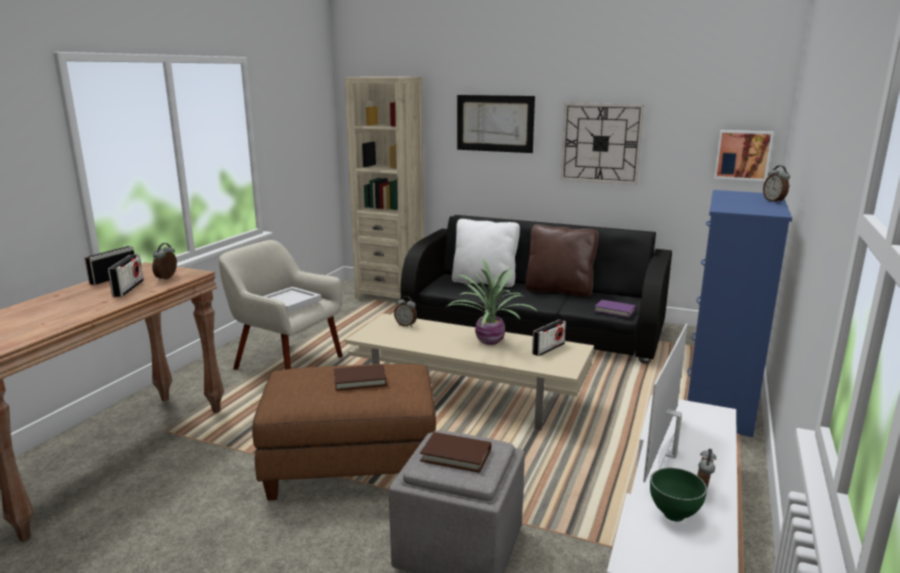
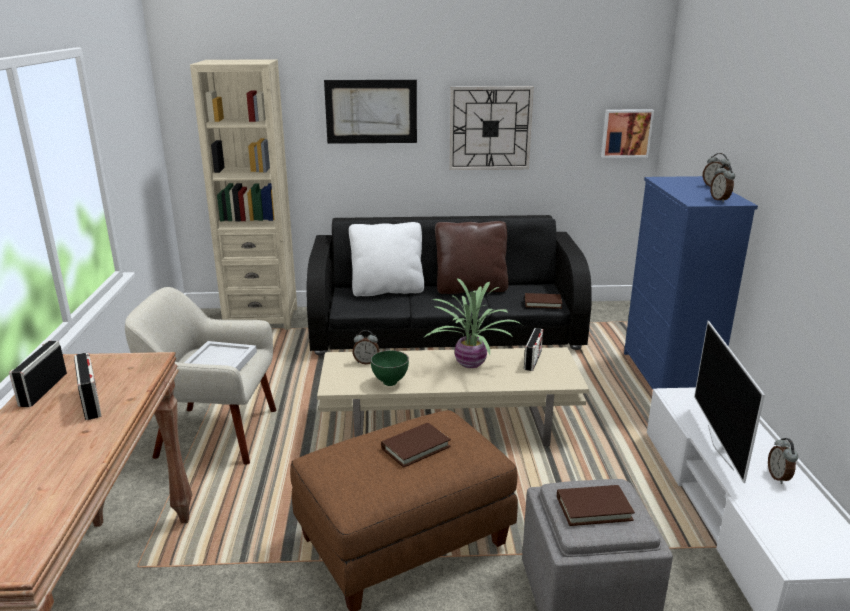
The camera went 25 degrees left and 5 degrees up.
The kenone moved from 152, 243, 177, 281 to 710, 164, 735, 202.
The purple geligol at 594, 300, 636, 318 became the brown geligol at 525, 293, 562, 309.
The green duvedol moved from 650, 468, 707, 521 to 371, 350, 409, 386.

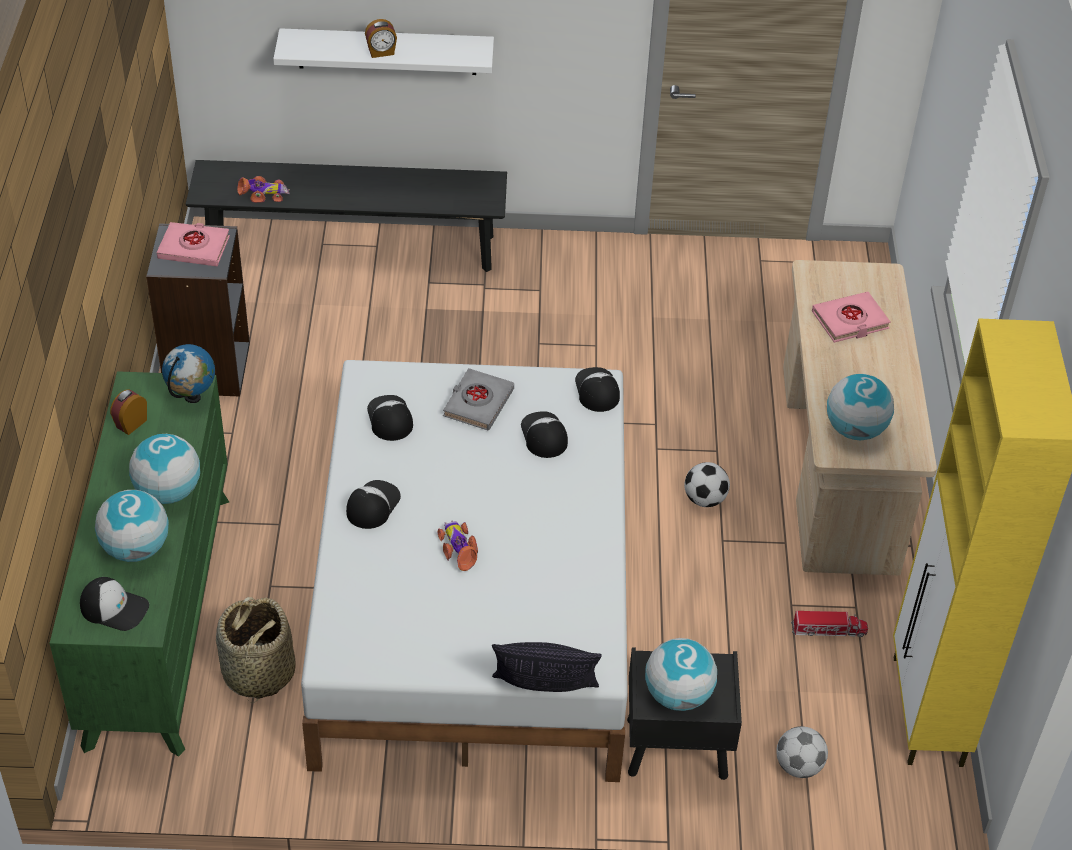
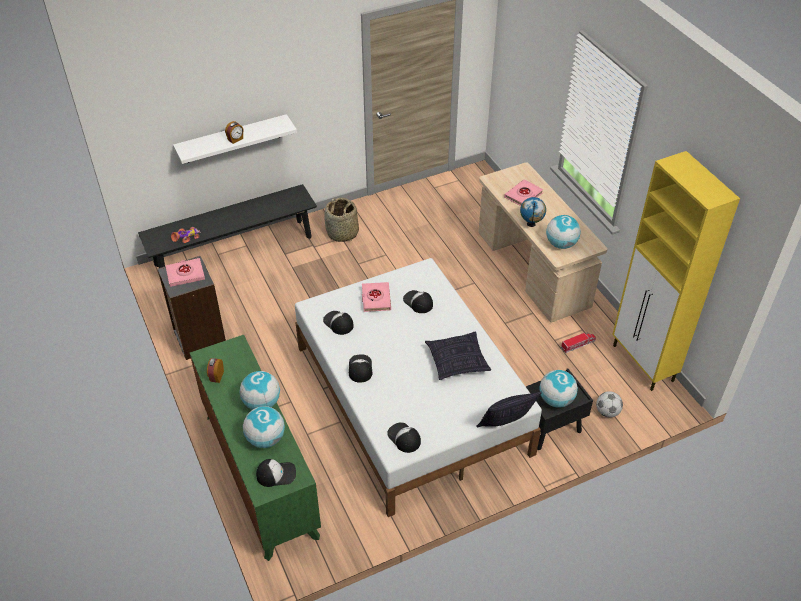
The camera went 25 degrees left and 0 degrees up.
The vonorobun moved from 162, 344, 215, 403 to 520, 197, 546, 227.
The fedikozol moved from 575, 367, 620, 412 to 387, 422, 421, 453.
The grey geligol at 443, 368, 514, 431 became the pink geligol at 362, 282, 391, 312.
The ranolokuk at 684, 462, 730, 507 disappeared.
The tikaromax at 438, 521, 478, 571 disappeared.
The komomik moved from 216, 597, 296, 703 to 324, 197, 359, 242.
The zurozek at 425, 331, 491, 380 appeared.

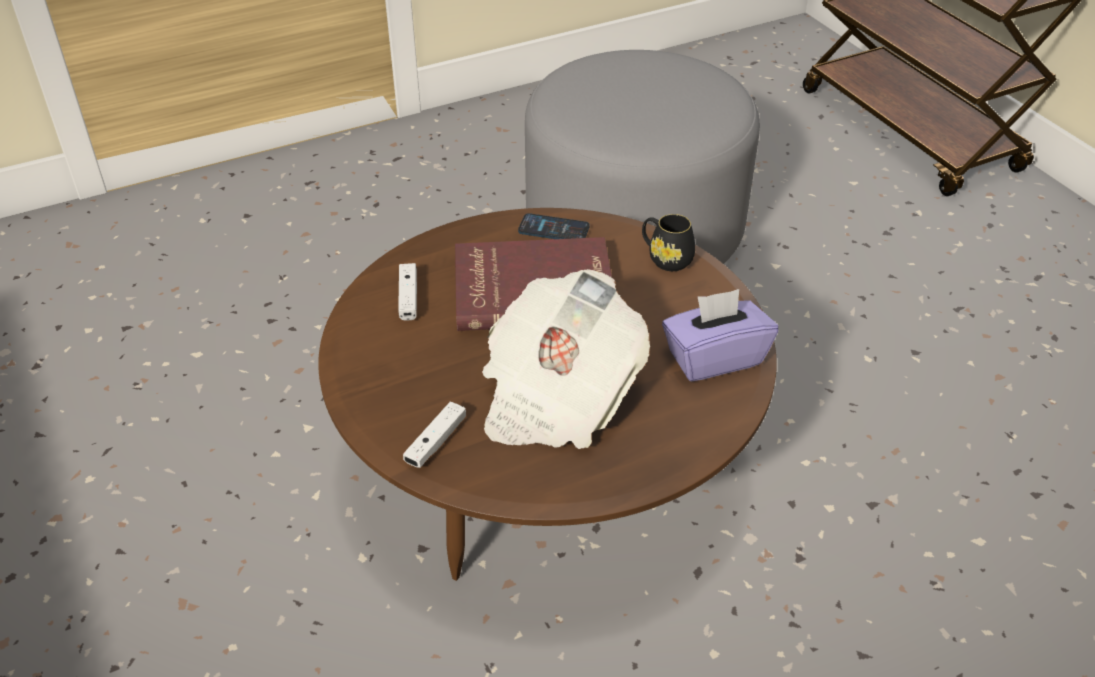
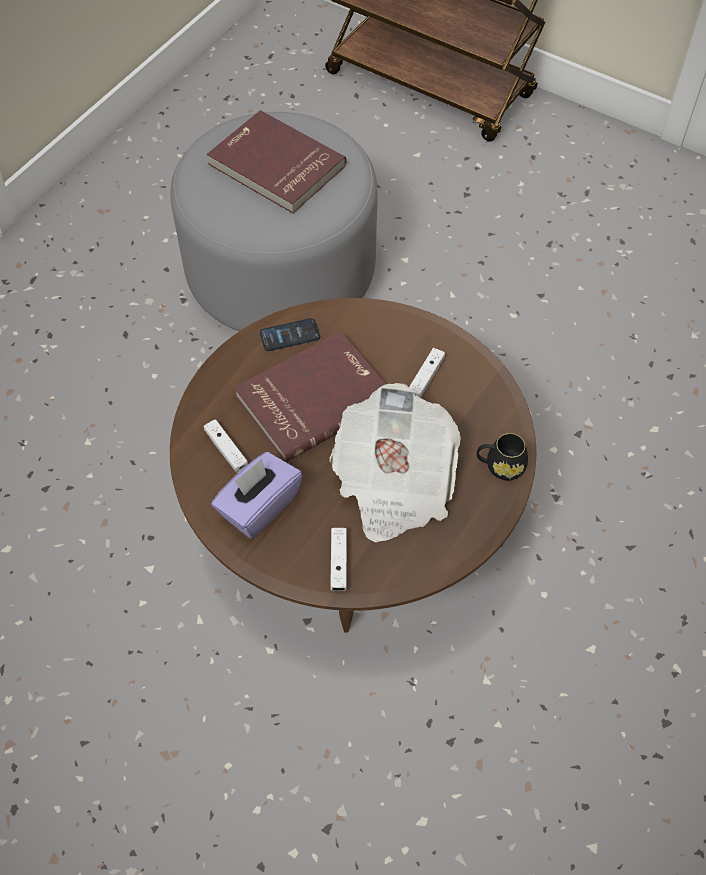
The camera went 30 degrees left and 15 degrees up.
The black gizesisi moved from 642, 214, 695, 271 to 477, 433, 528, 480.
The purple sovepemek moved from 662, 289, 778, 381 to 211, 452, 303, 539.
The red geligol at 207, 110, 347, 213 appeared.
The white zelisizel at 409, 348, 445, 398 appeared.

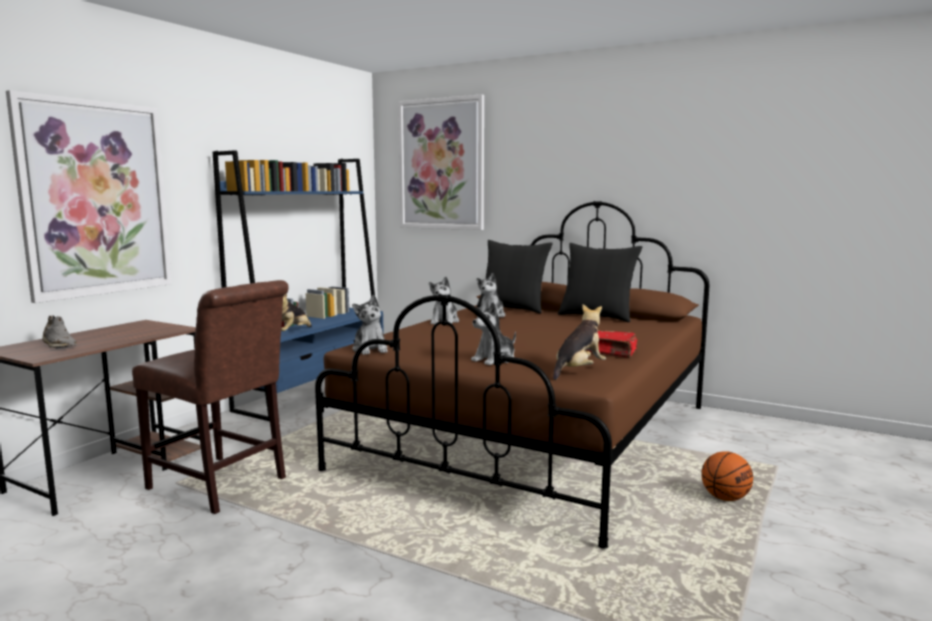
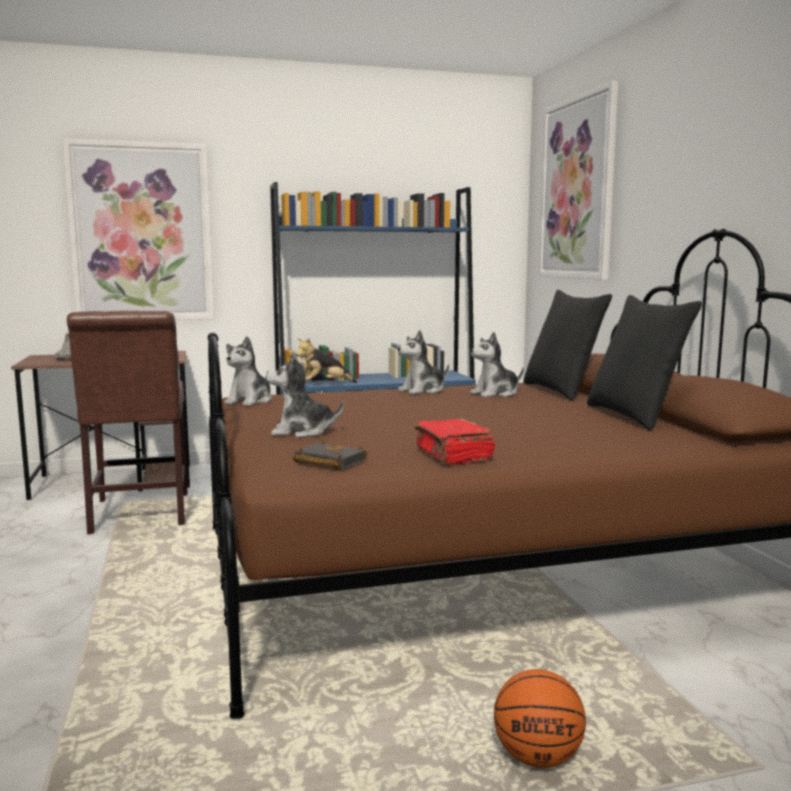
The camera went 45 degrees right and 0 degrees up.
The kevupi at 553, 304, 606, 380 was replaced by the black geligol at 292, 440, 367, 470.

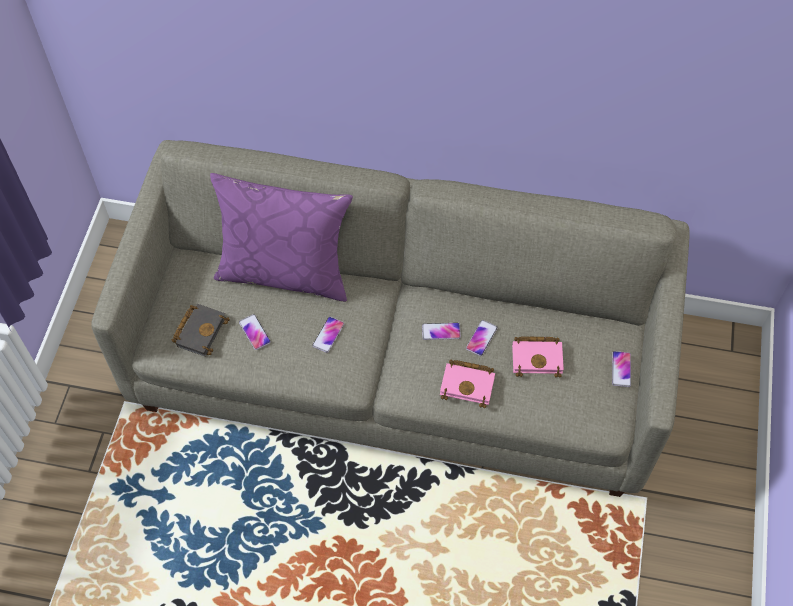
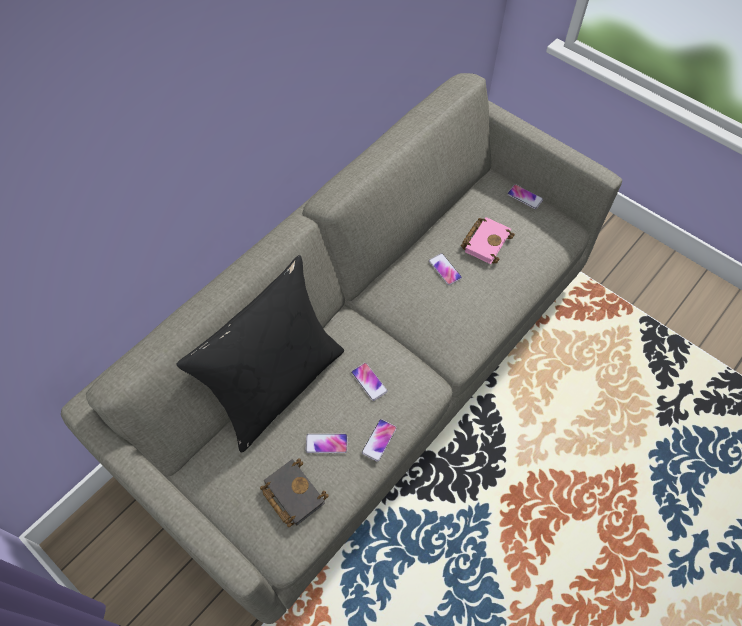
The camera went 60 degrees left and 0 degrees up.
The purple zurozek at 210, 173, 353, 302 became the black zurozek at 177, 255, 344, 453.
The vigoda moved from 422, 323, 461, 340 to 362, 419, 397, 462.
The pink geligol at 440, 360, 495, 408 disappeared.

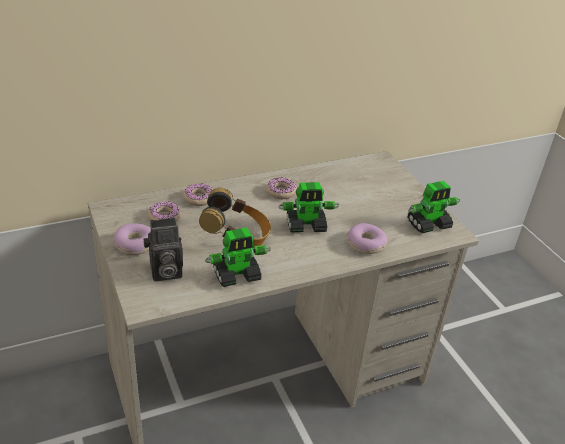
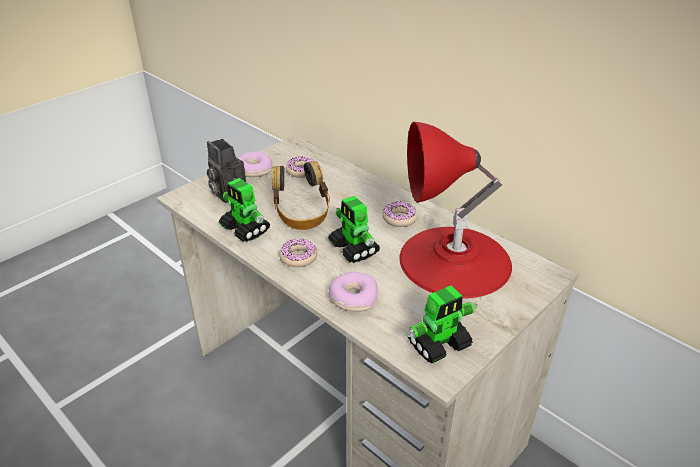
The camera went 70 degrees right and 0 degrees up.
The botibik at 407, 181, 460, 233 turned 75 degrees counterclockwise.
The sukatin moved from 183, 183, 212, 206 to 279, 238, 317, 267.
The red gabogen at 399, 122, 512, 298 appeared.

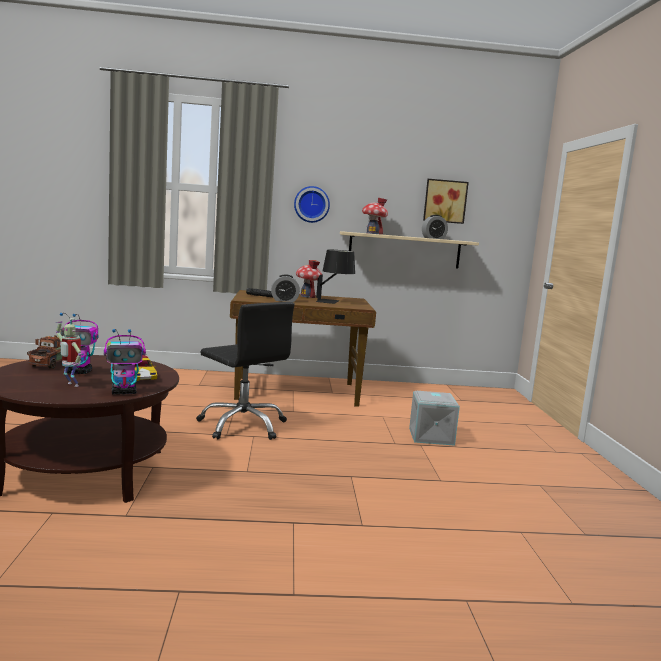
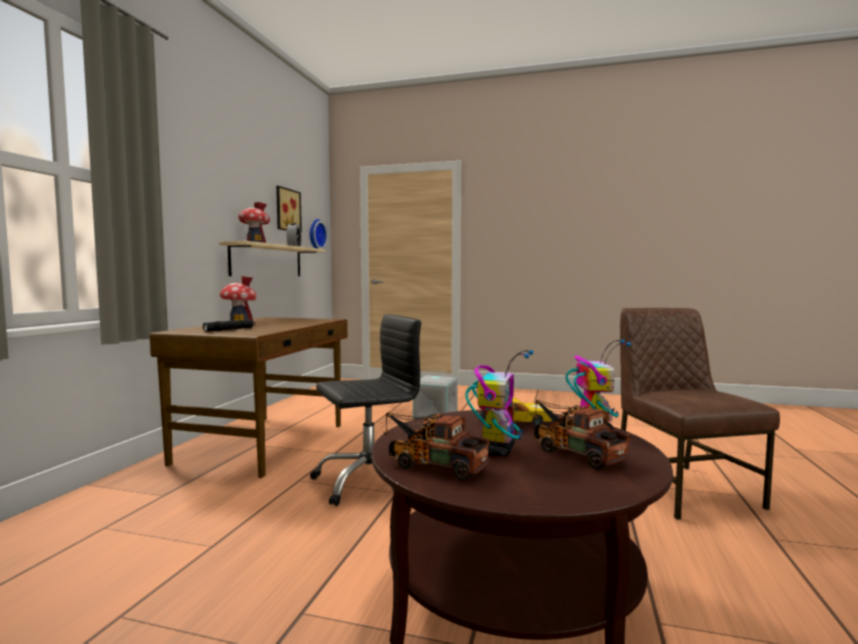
The camera went 70 degrees left and 5 degrees down.
The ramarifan moved from 294, 186, 330, 223 to 309, 219, 328, 249.
The black gabogen at 316, 249, 355, 304 disappeared.
The kenone at 271, 274, 300, 302 disappeared.
The botibik at 55, 318, 82, 387 was replaced by the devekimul at 533, 400, 631, 469.
The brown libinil at 620, 308, 780, 520 appeared.

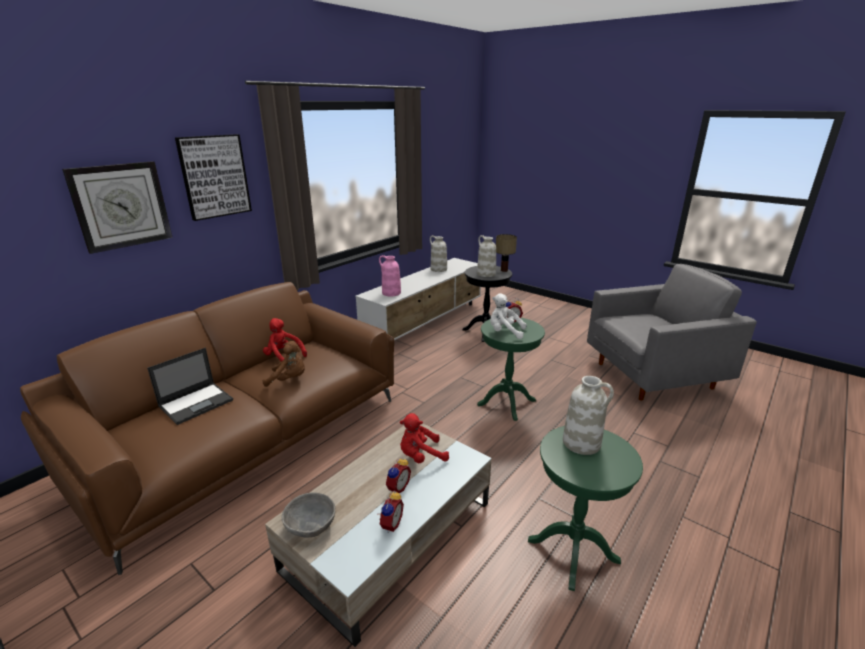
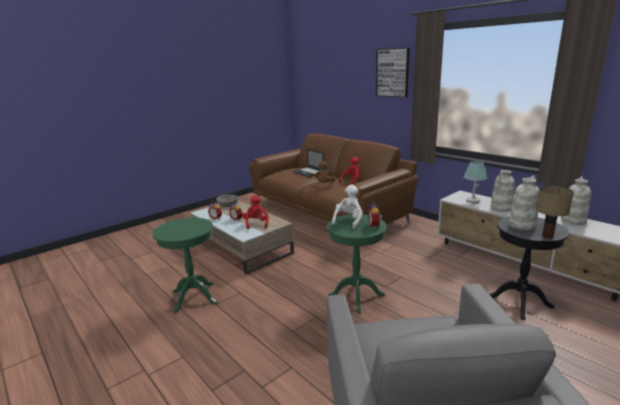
The camera went 100 degrees right and 5 degrees down.
The ramarifan at 62, 161, 173, 254 disappeared.
The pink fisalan at 379, 255, 401, 296 was replaced by the gabogen at 464, 161, 487, 203.
The white fisalan moved from 563, 376, 614, 455 to 491, 170, 515, 212.

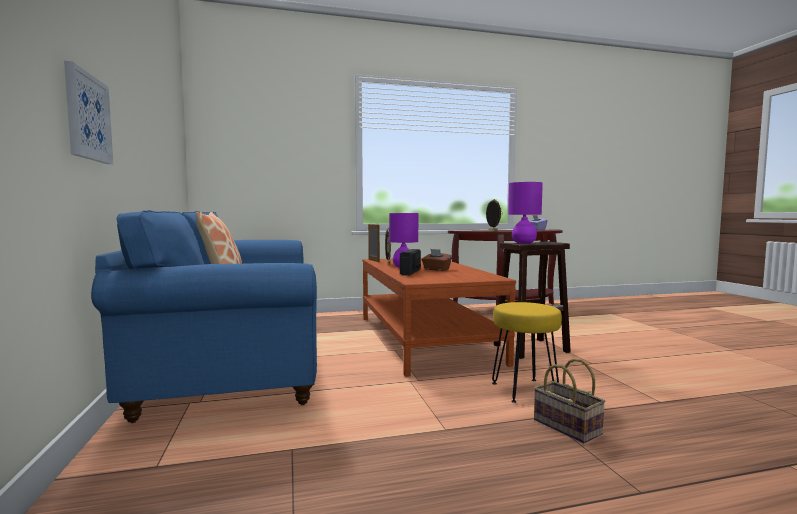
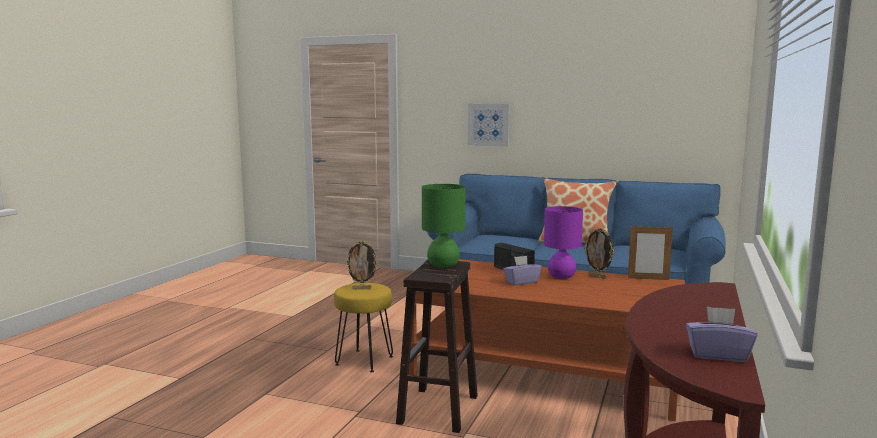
The camera went 125 degrees right and 5 degrees up.
The purple gabogen at 508, 182, 543, 243 became the green gabogen at 422, 184, 466, 268.
The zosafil moved from 486, 199, 503, 231 to 345, 240, 379, 289.
The brown sovepemek at 422, 249, 452, 271 became the purple sovepemek at 503, 256, 542, 285.
The komomik at 534, 358, 606, 444 disappeared.

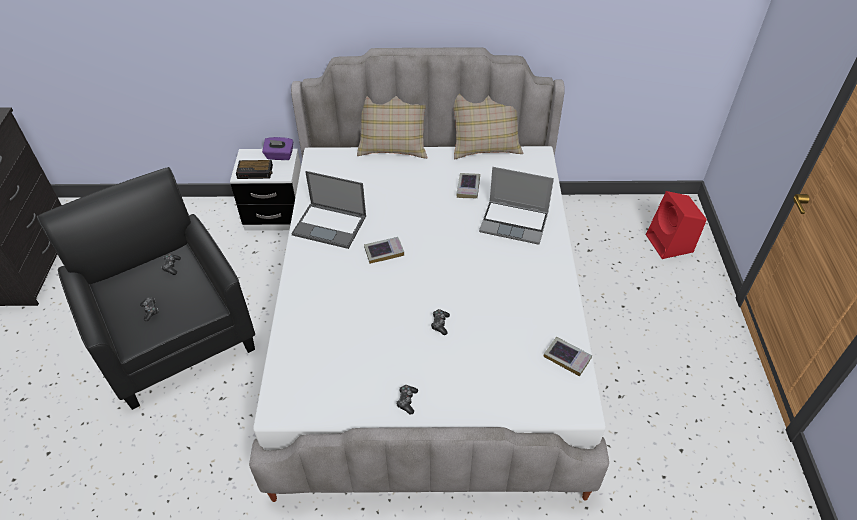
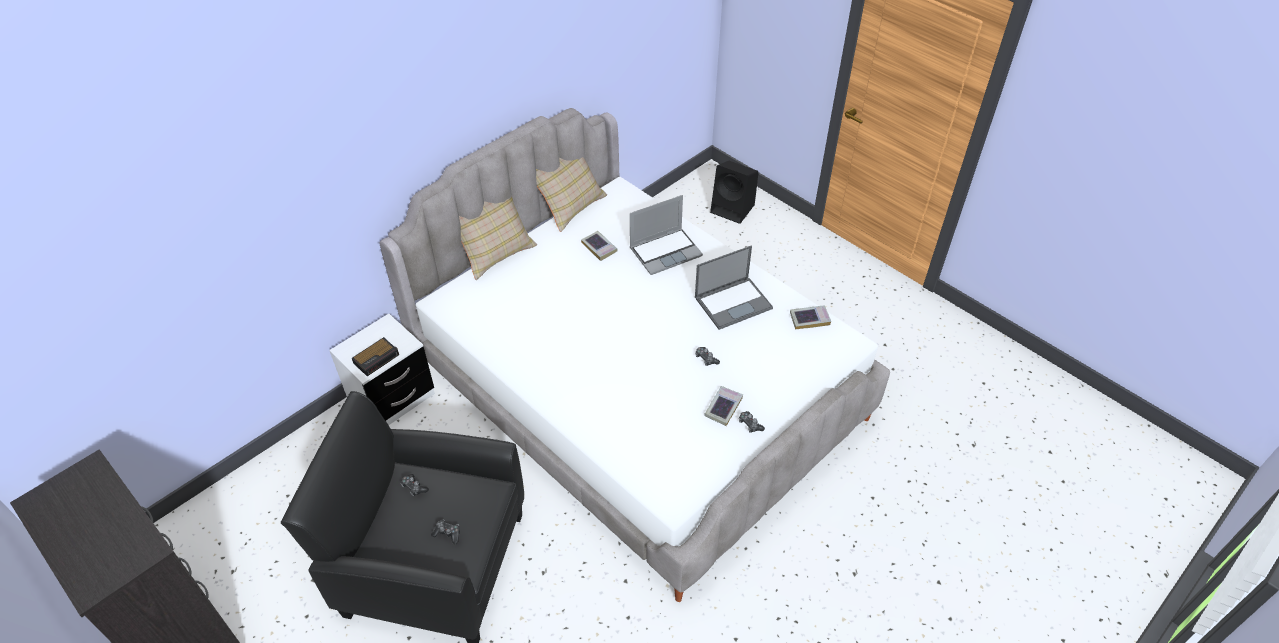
The camera went 45 degrees left and 0 degrees up.
The purple sovepemek at 262, 137, 293, 160 disappeared.
The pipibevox moved from 291, 171, 366, 249 to 695, 245, 773, 330.
The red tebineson at 646, 191, 707, 259 became the black tebineson at 710, 161, 759, 224.
The geligol moved from 364, 237, 404, 264 to 704, 386, 743, 426.

